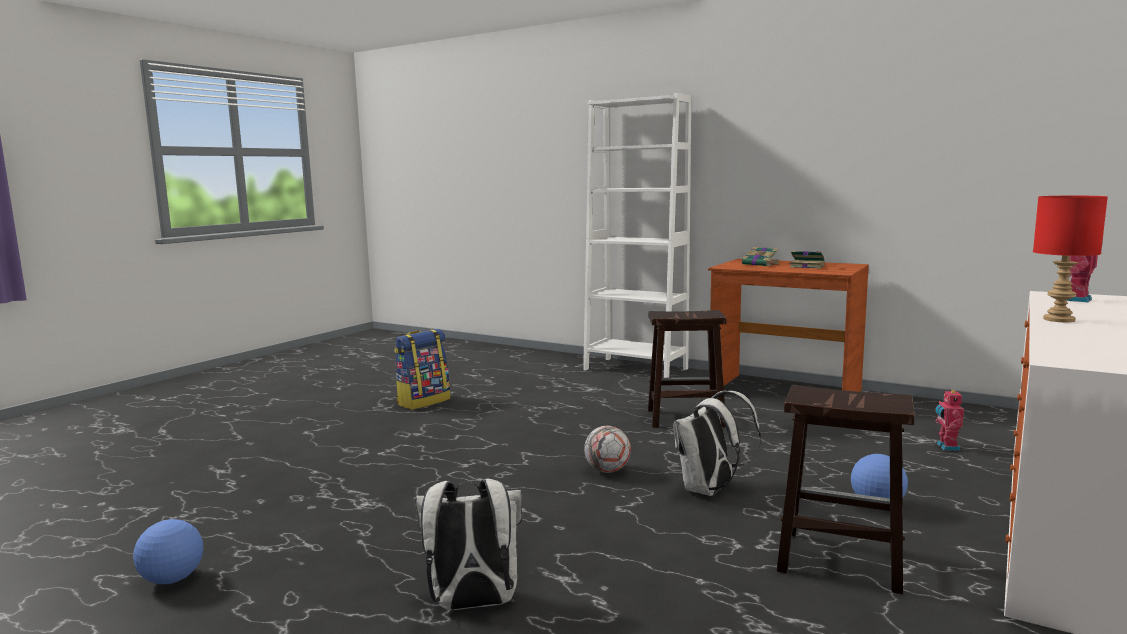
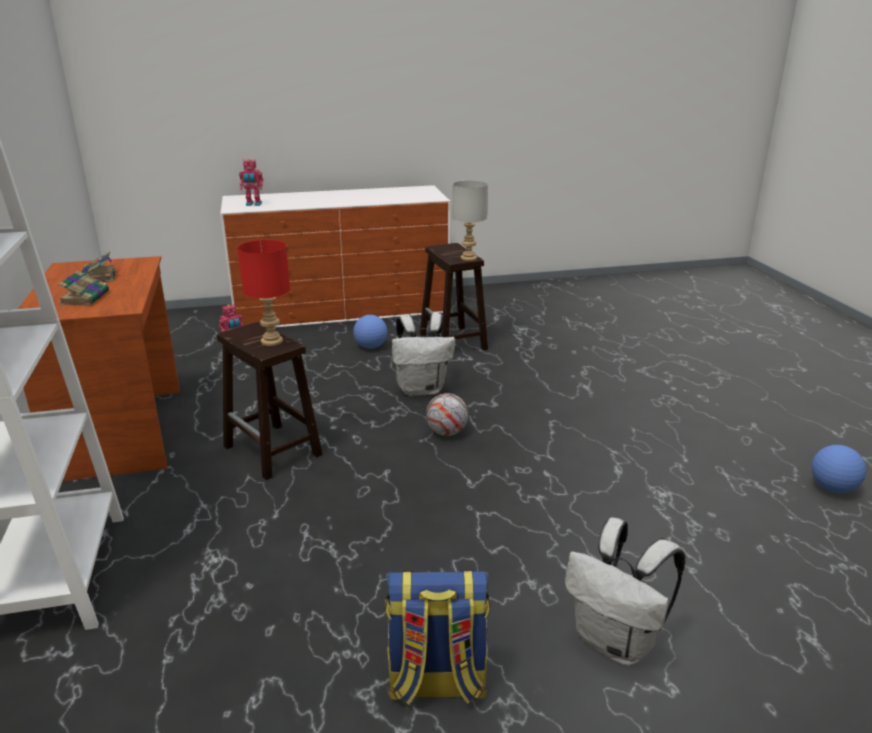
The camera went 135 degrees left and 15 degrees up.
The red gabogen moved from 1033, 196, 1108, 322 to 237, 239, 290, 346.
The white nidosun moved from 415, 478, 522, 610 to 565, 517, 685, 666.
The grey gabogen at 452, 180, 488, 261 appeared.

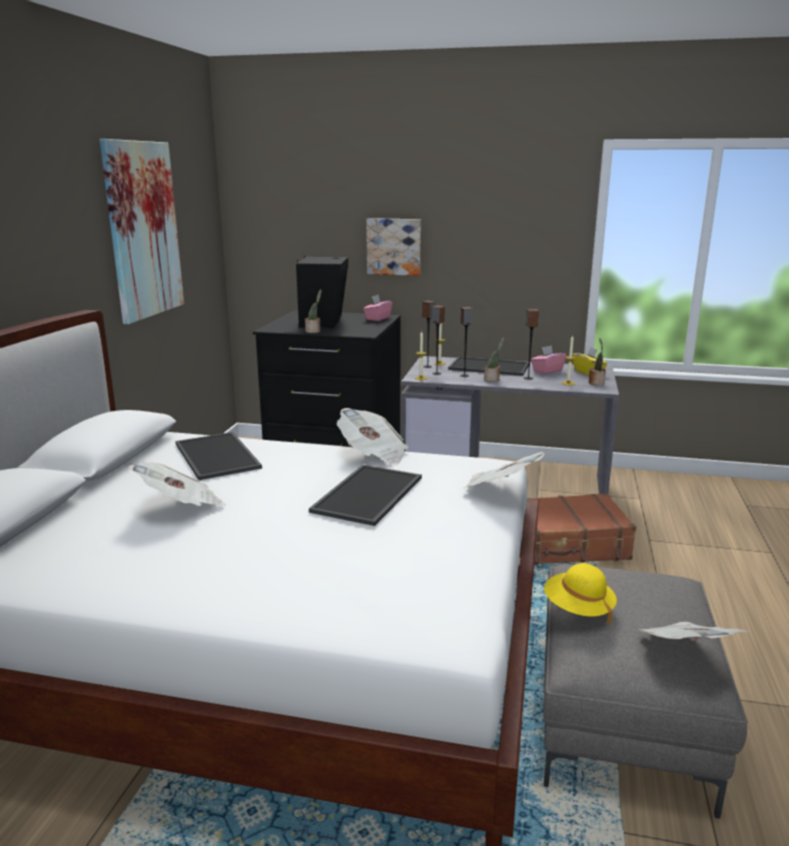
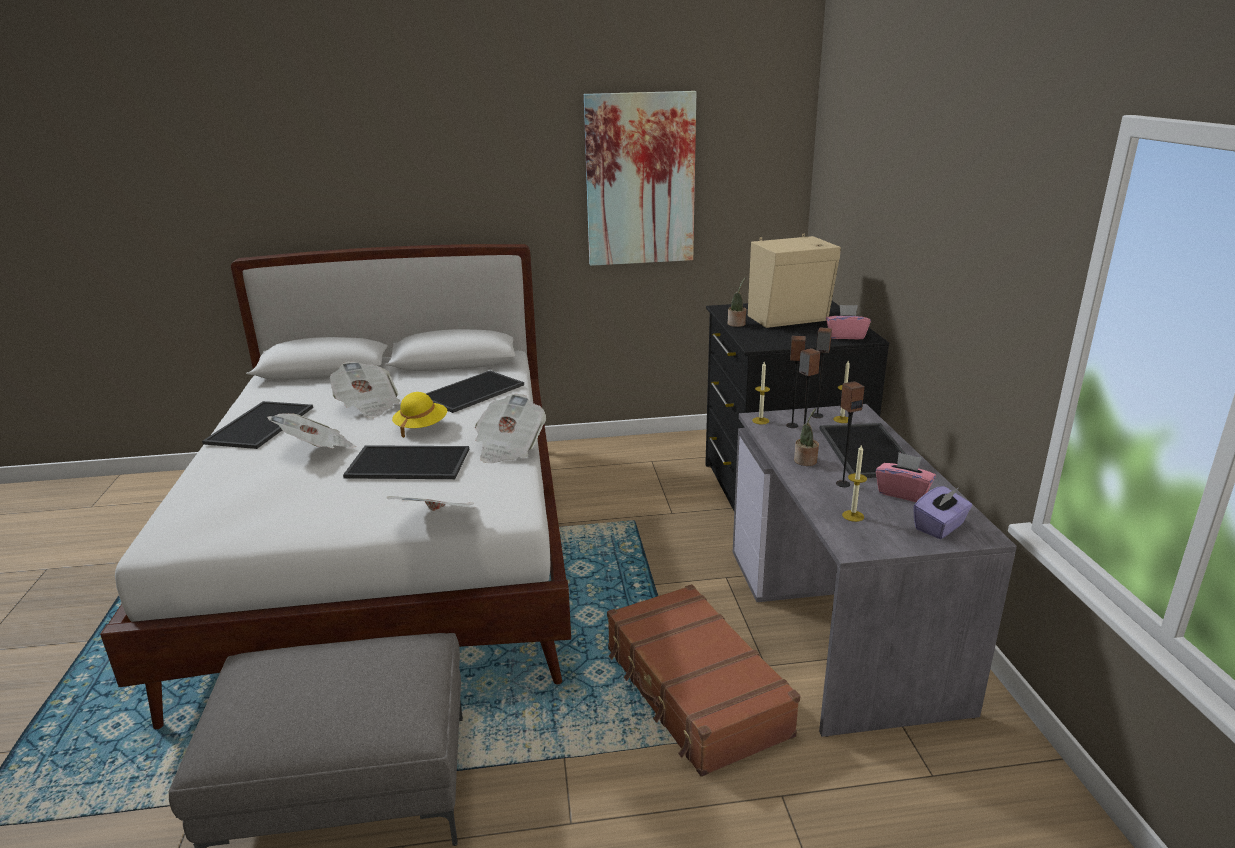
The camera went 70 degrees right and 5 degrees up.
The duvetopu at 366, 218, 421, 276 disappeared.
The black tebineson at 296, 255, 348, 328 became the beige tebineson at 748, 234, 841, 328.
The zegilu at 589, 338, 606, 385 disappeared.
The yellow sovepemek at 573, 347, 607, 376 became the purple sovepemek at 913, 486, 973, 539.
The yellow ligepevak moved from 544, 563, 617, 625 to 392, 392, 447, 438.
The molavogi moved from 638, 622, 749, 641 to 267, 413, 356, 448.
The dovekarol at 202, 401, 313, 449 appeared.

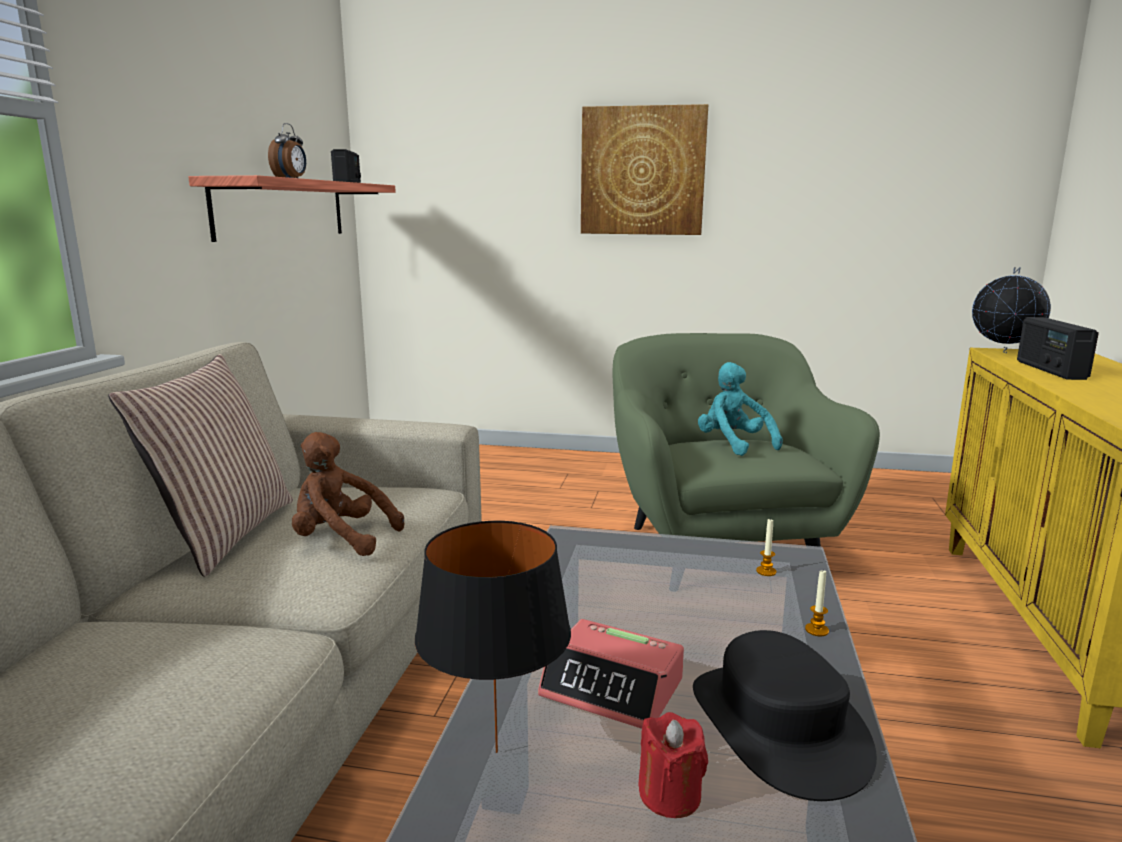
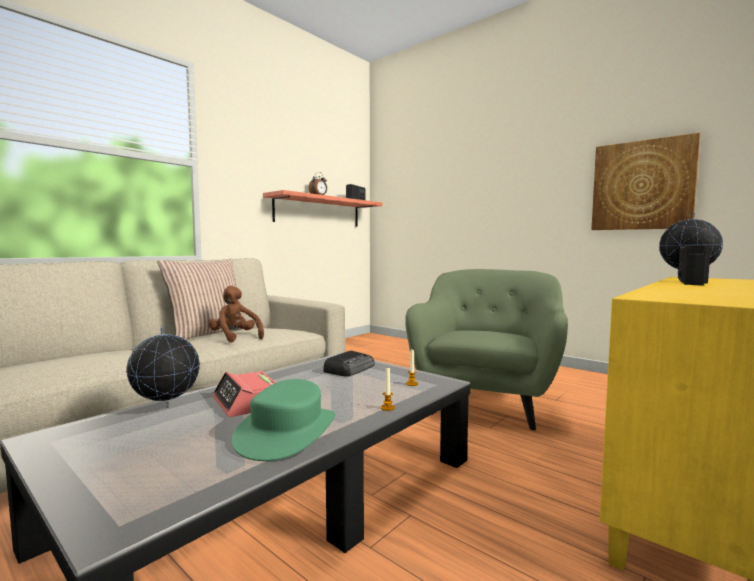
The camera went 30 degrees right and 10 degrees down.
The duvetopu moved from 581, 104, 708, 235 to 591, 132, 701, 230.
The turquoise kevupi at 698, 362, 783, 456 disappeared.
The black gabogen at 415, 521, 571, 753 was replaced by the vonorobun at 126, 327, 200, 408.
The black ligepevak at 693, 630, 877, 801 became the green ligepevak at 232, 379, 335, 461.
The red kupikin at 638, 712, 708, 818 disappeared.
The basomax at 324, 351, 375, 376 appeared.

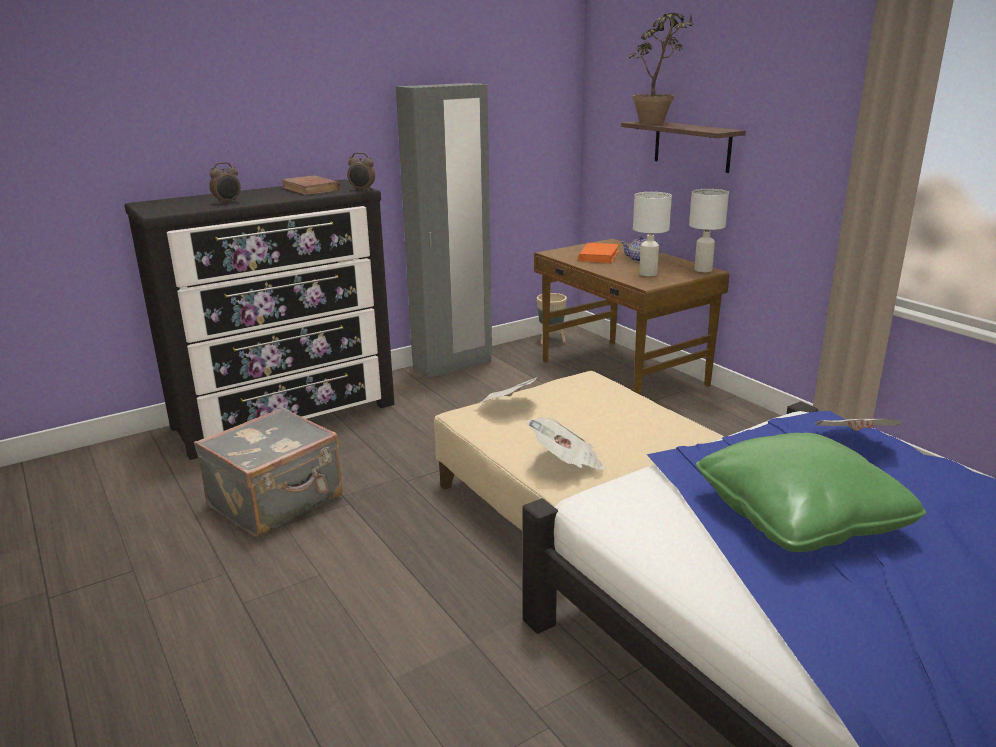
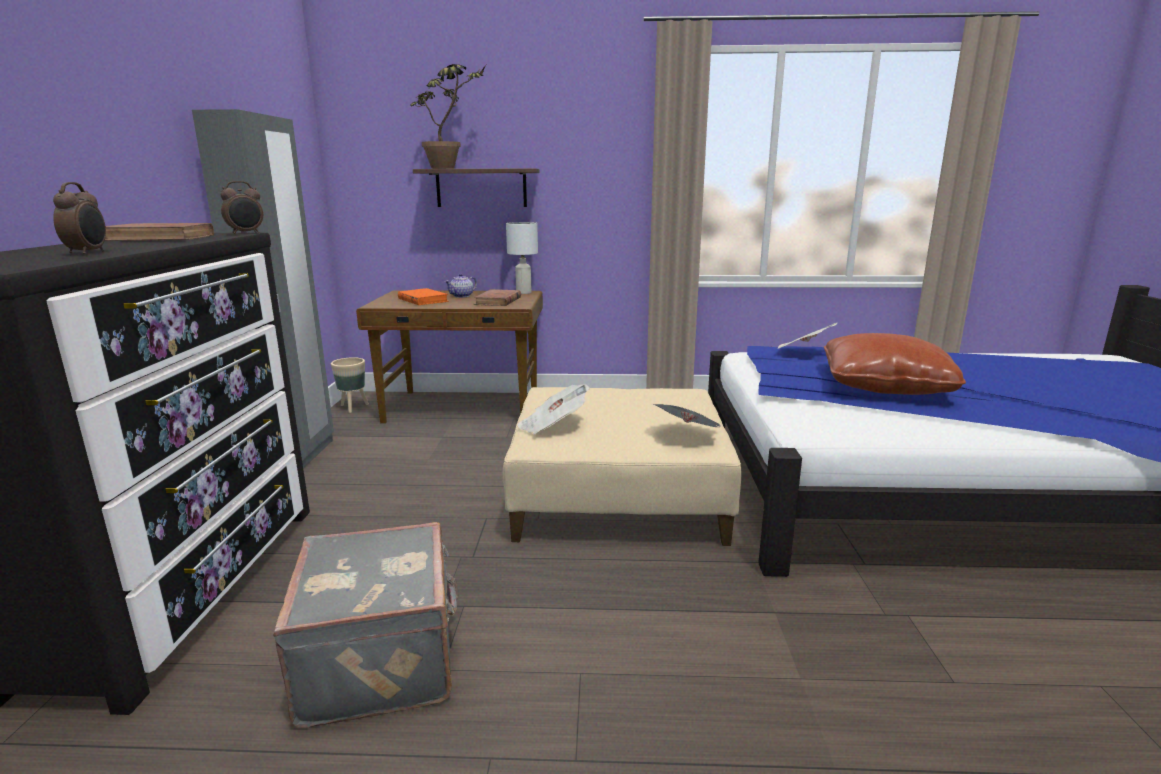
The camera went 55 degrees left and 5 degrees down.
The white gabogen at 633, 192, 672, 276 was replaced by the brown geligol at 474, 289, 521, 306.
The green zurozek at 696, 433, 926, 552 became the brown zurozek at 824, 333, 966, 395.

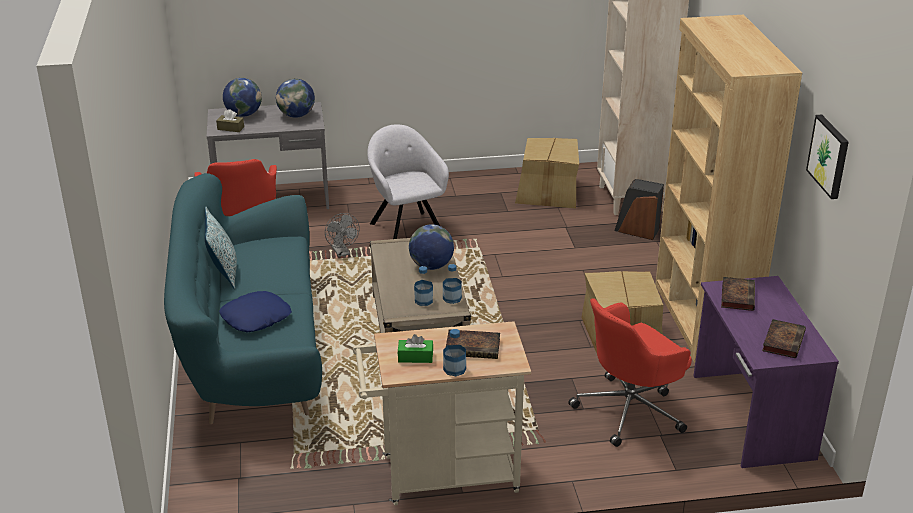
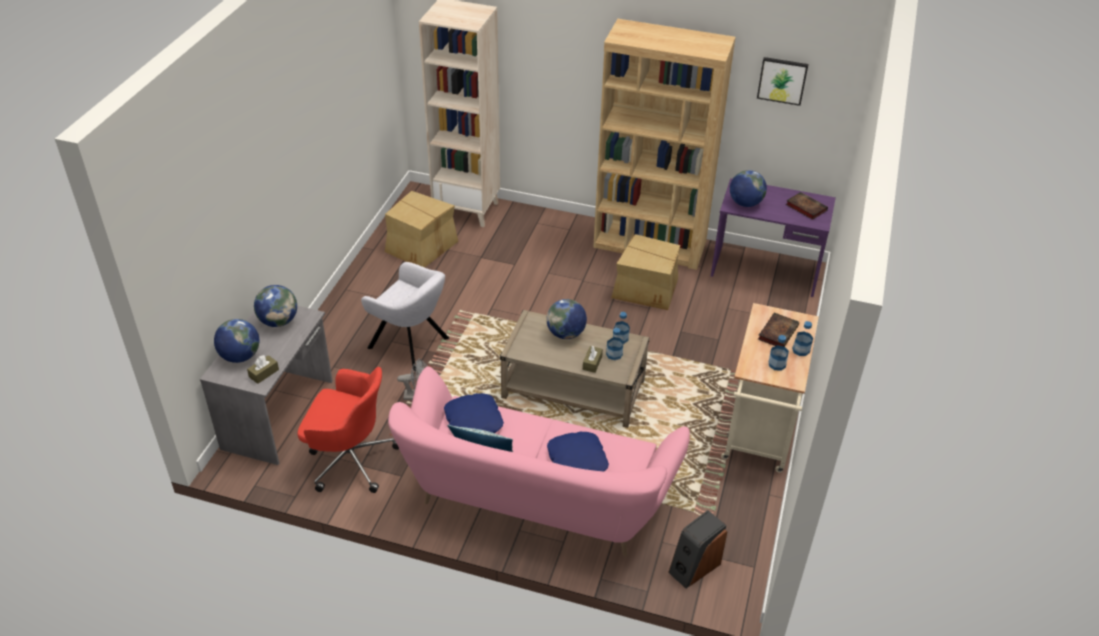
The camera went 65 degrees left and 10 degrees up.
The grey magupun at 367, 124, 449, 239 turned 150 degrees counterclockwise.
The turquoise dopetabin at 164, 173, 322, 424 became the pink dopetabin at 388, 366, 690, 557.
The tebineson moved from 615, 179, 664, 240 to 668, 510, 727, 588.
The geligol at 721, 277, 755, 311 was replaced by the vonorobun at 730, 170, 767, 207.
The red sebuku at 568, 298, 692, 447 disappeared.
The green sovepemek at 398, 334, 433, 363 was replaced by the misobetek at 769, 335, 789, 371.
The brown sovepemek at 583, 346, 603, 373 appeared.
The blue zurozek at 444, 393, 504, 433 appeared.

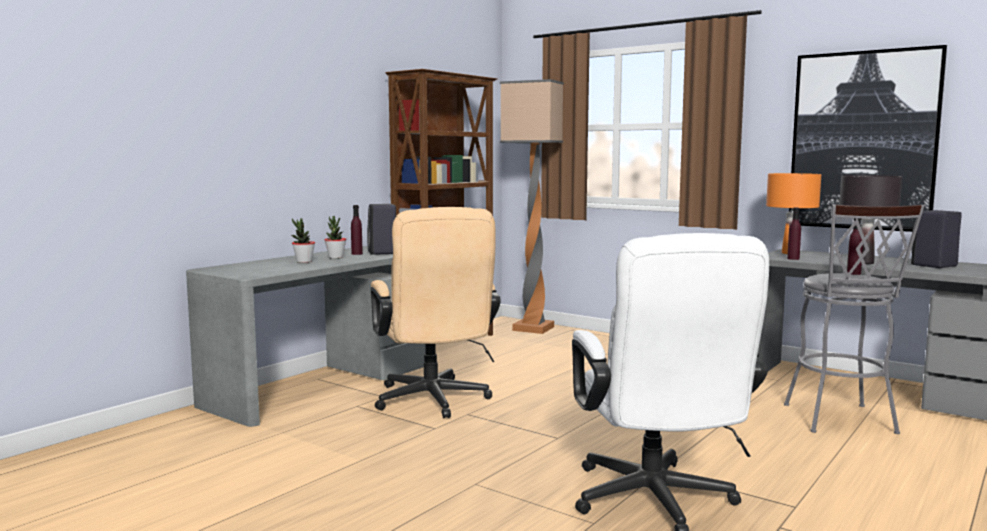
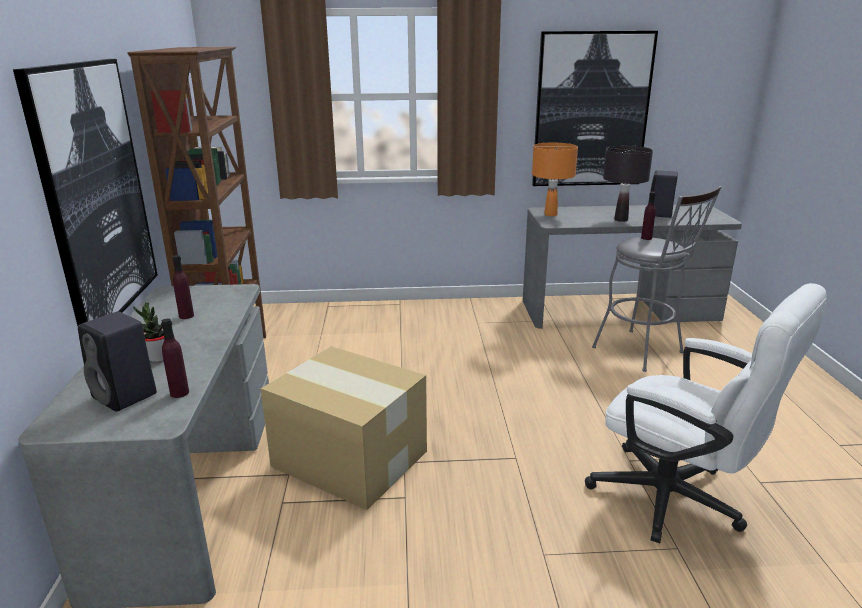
The camera went 40 degrees left and 15 degrees up.
The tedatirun at 500, 79, 564, 334 disappeared.
The black tebineson moved from 367, 204, 396, 255 to 78, 312, 157, 412.
The beige sebuku at 370, 207, 501, 418 was replaced by the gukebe at 261, 346, 427, 510.
The purple misobetek moved from 787, 208, 801, 260 to 161, 319, 189, 398.
The zegilu at 324, 216, 346, 259 disappeared.
The duvetopu at 13, 59, 158, 326 appeared.

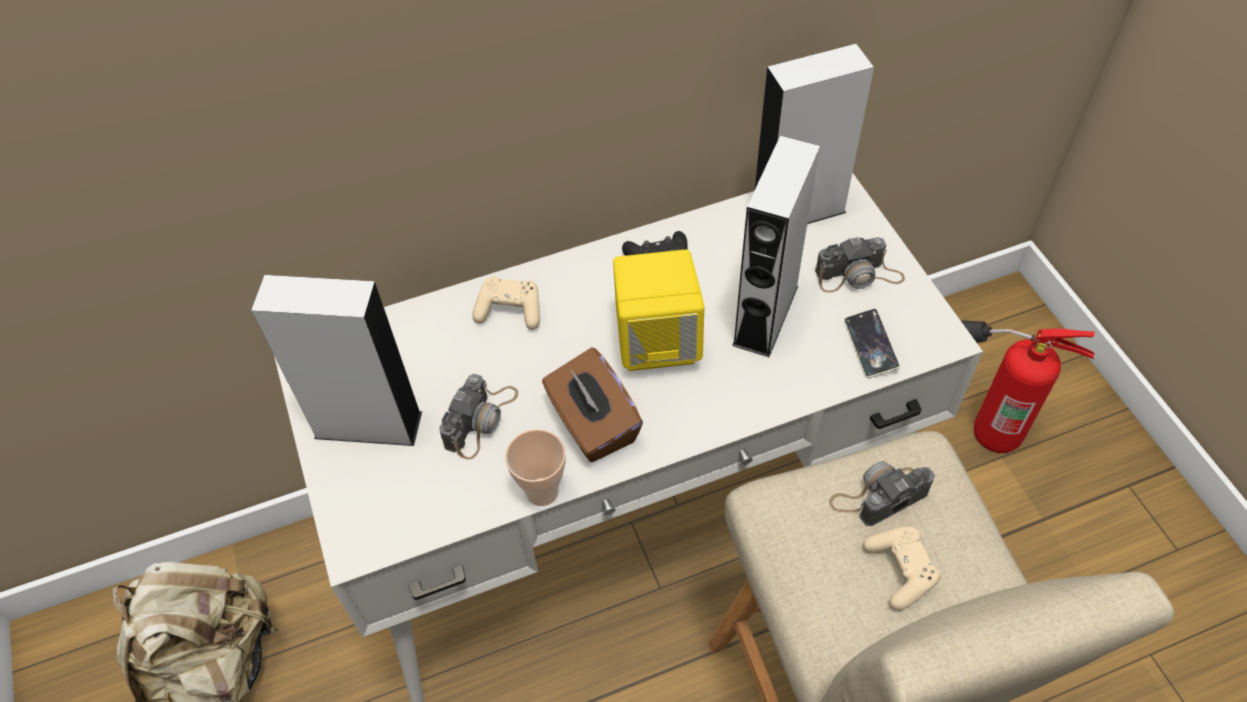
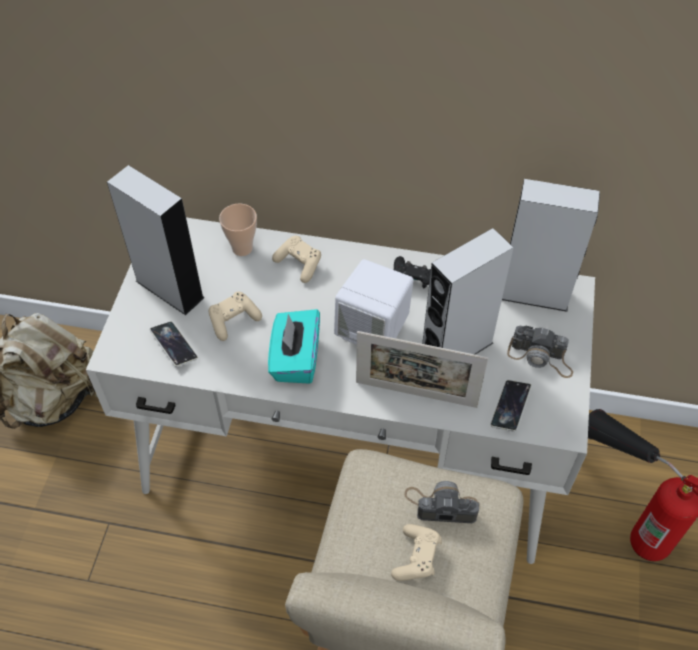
The camera went 30 degrees right and 0 degrees up.
The yellow tebineson at 613, 249, 704, 371 became the white tebineson at 334, 259, 414, 345.
The brown sovepemek at 542, 347, 643, 462 became the turquoise sovepemek at 268, 309, 320, 384.
The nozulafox at 439, 374, 518, 460 was replaced by the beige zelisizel at 209, 292, 262, 341.
The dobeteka moved from 505, 429, 566, 506 to 219, 203, 257, 256.
The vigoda at 150, 321, 198, 367 appeared.
The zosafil at 356, 331, 488, 408 appeared.

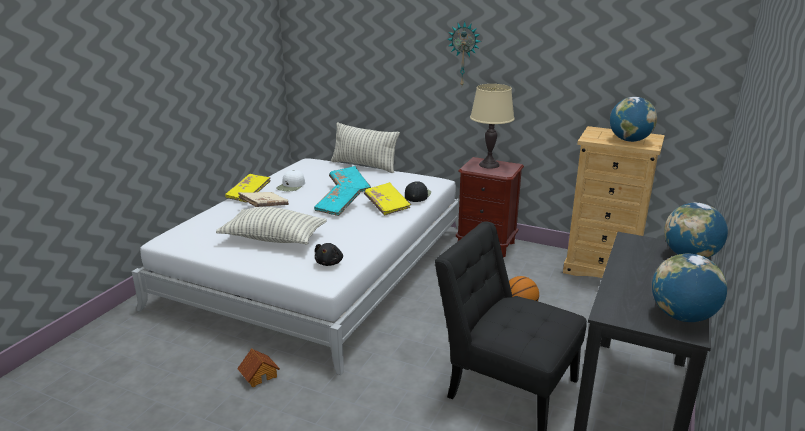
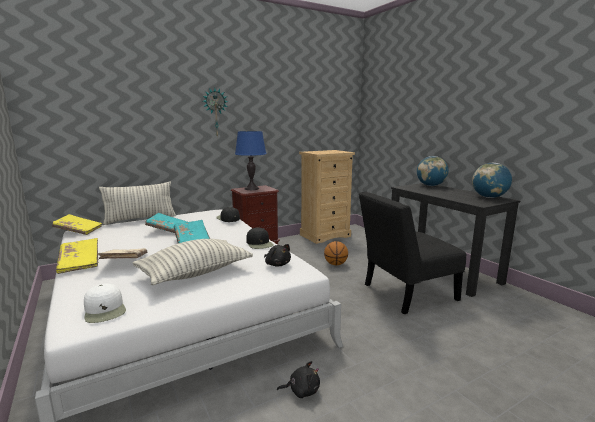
The camera went 55 degrees left and 10 degrees down.
The beige gabogen at 470, 84, 515, 169 became the blue gabogen at 235, 131, 267, 190.
The vonorobun at 610, 97, 657, 142 disappeared.
The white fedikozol moved from 276, 170, 305, 191 to 84, 283, 126, 323.
The yellow geligol moved from 364, 182, 411, 215 to 52, 214, 102, 235.
The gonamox at 237, 348, 280, 387 was replaced by the black kevupi at 277, 361, 320, 398.
The black fedikozol at 246, 227, 274, 249 appeared.

